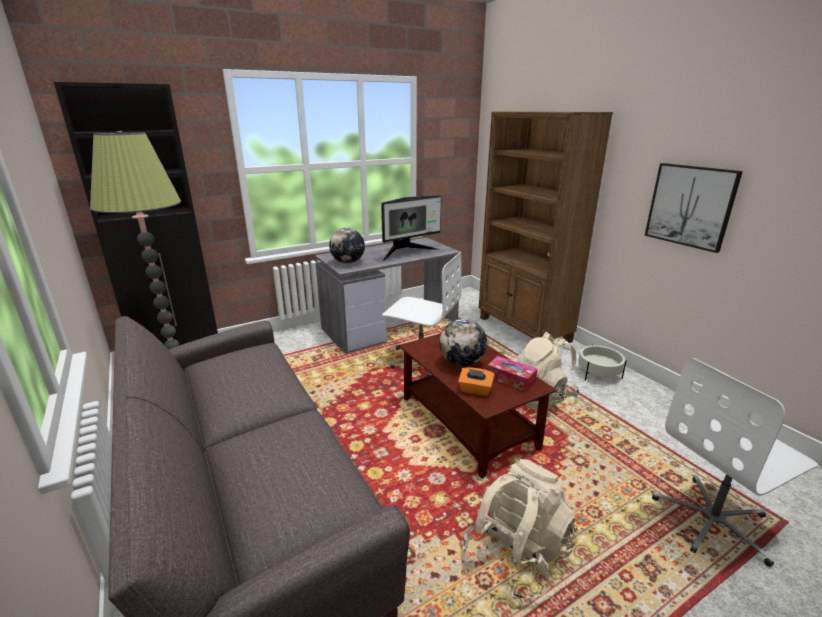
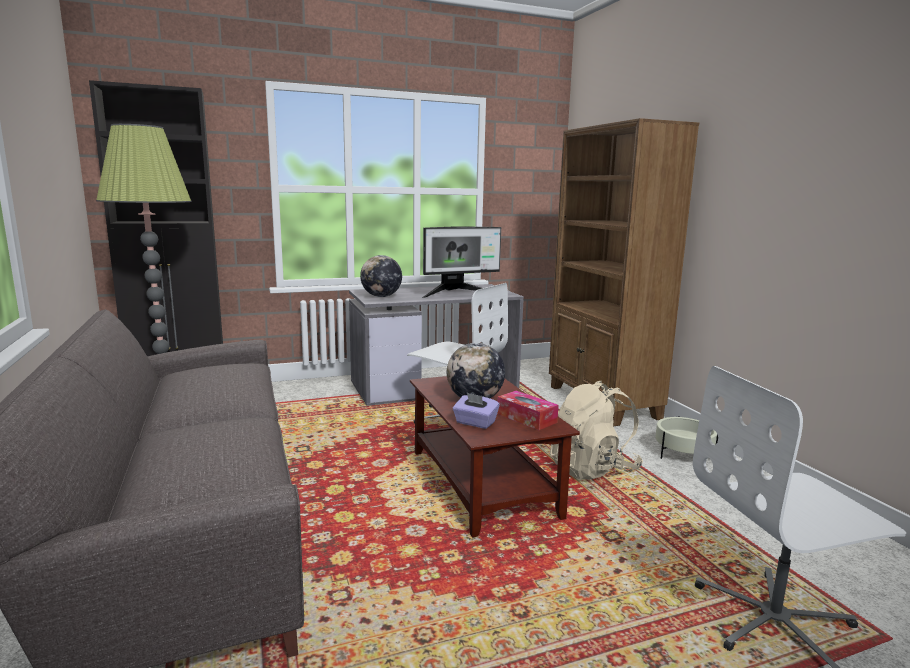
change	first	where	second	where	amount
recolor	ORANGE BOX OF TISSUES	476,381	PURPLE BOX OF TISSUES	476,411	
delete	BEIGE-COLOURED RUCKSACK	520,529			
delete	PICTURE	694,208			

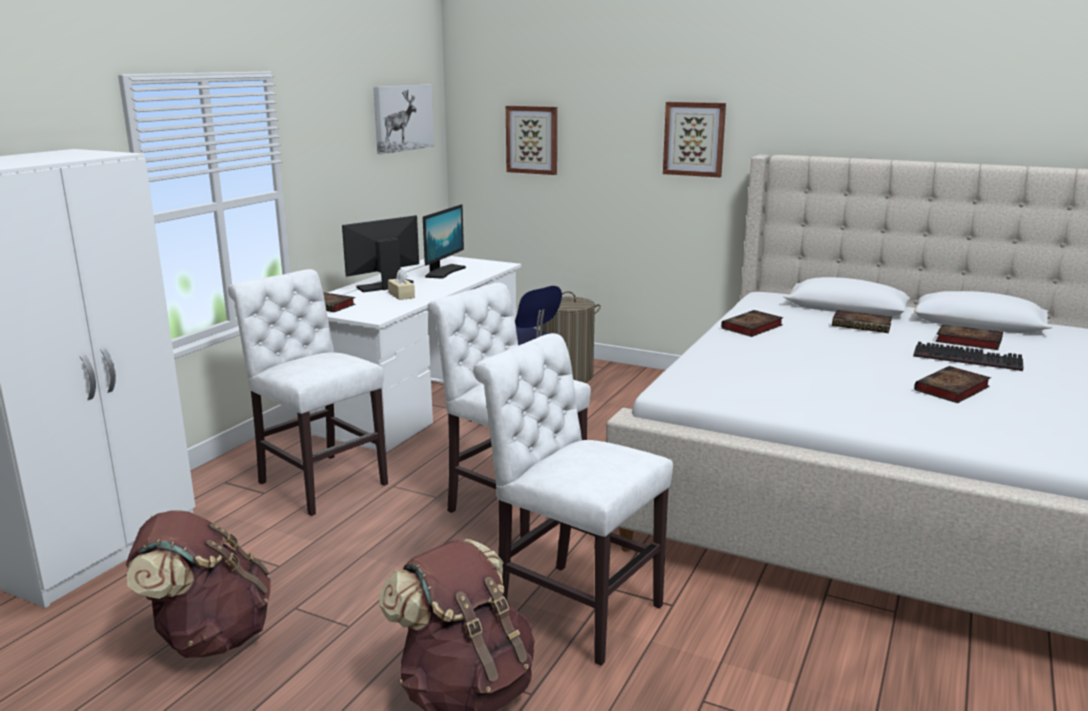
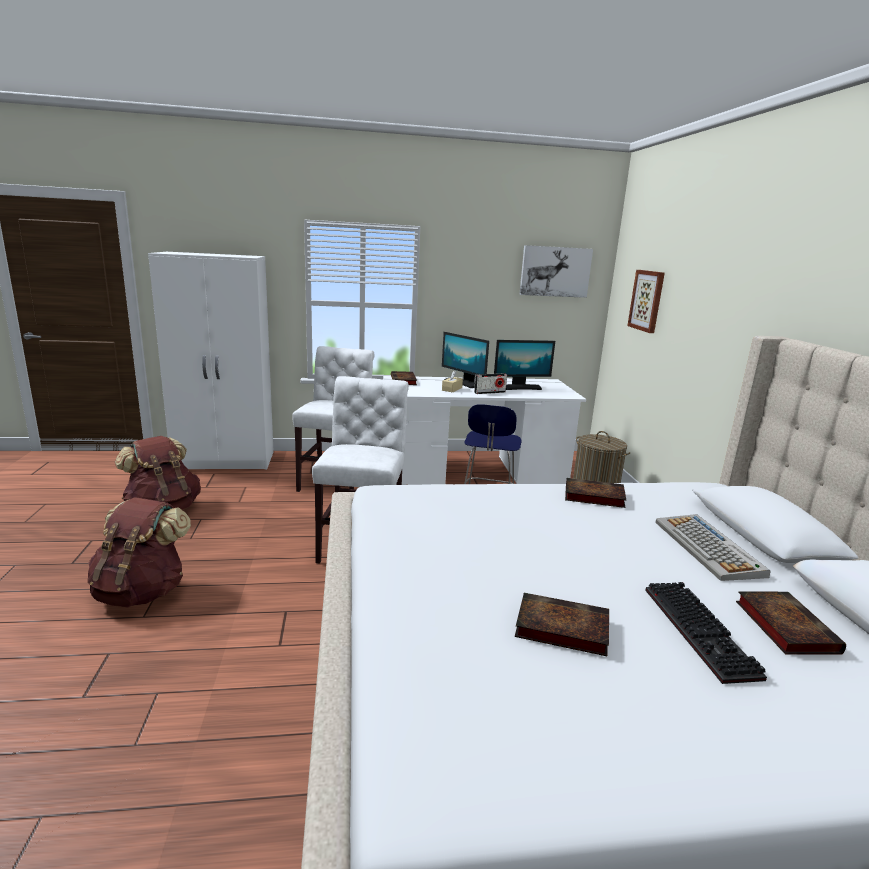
change	first	where	second	where	amount
rotate	MONITOR	380,253		465,360	150 degrees counterclockwise
insert			RADIO RECEIVER	490,383	
replace	BOUND BOOK	862,321	COMPUTER KEYBOARD	713,547	
delete	WHITE UPRIGHT CHAIR	573,499			
delete	PICTURE	694,139			

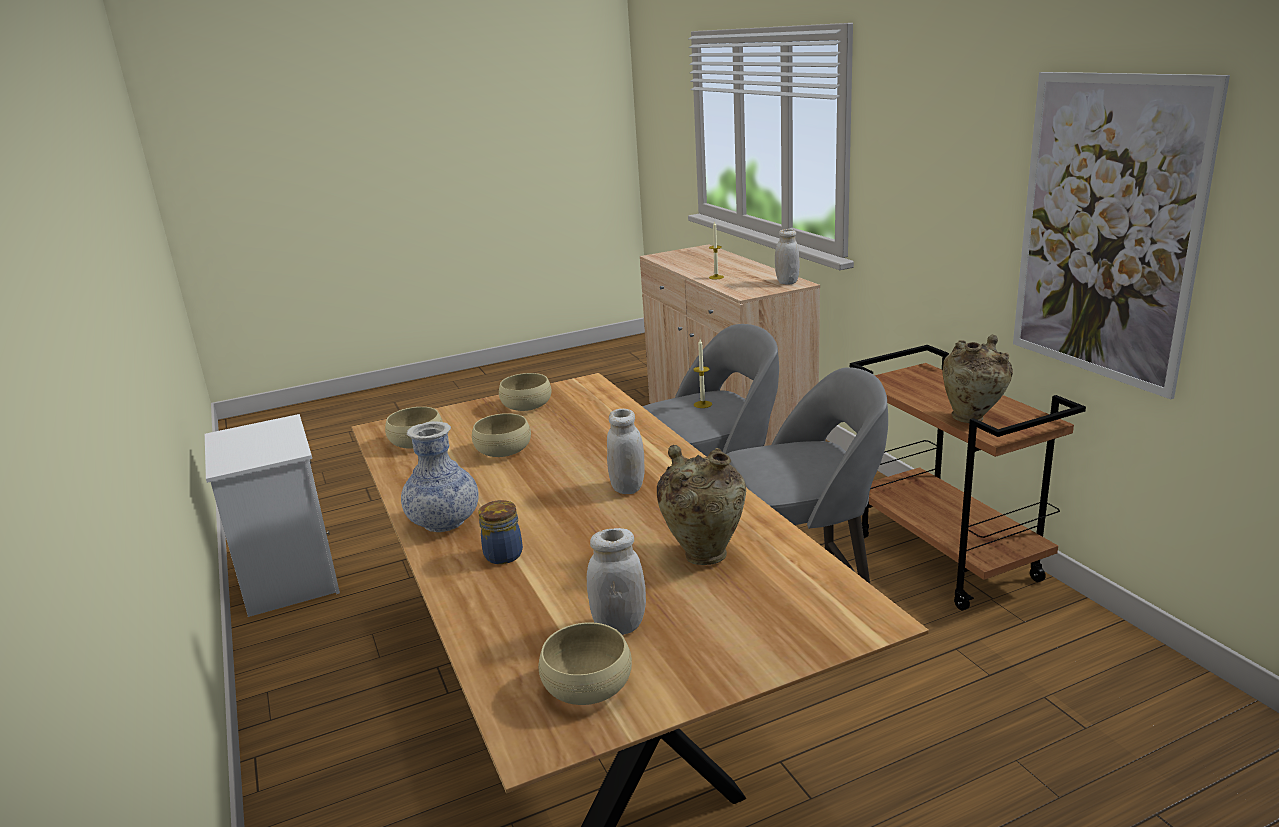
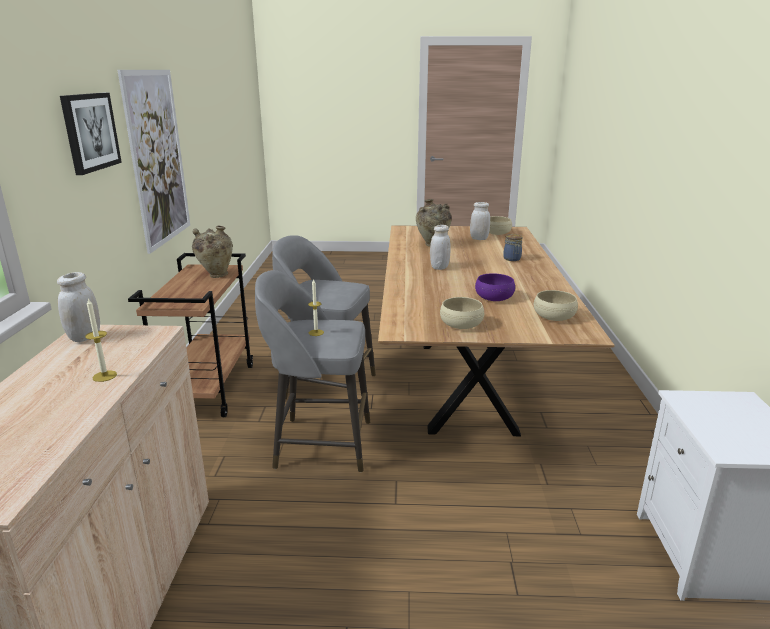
change	first	where	second	where	amount
insert			PICTURE	91,134	
recolor	BEIGE-COLOURED DEEP DISH	501,435	PURPLE DEEP DISH	495,287	
delete	DECORATIVE VASE	440,476			

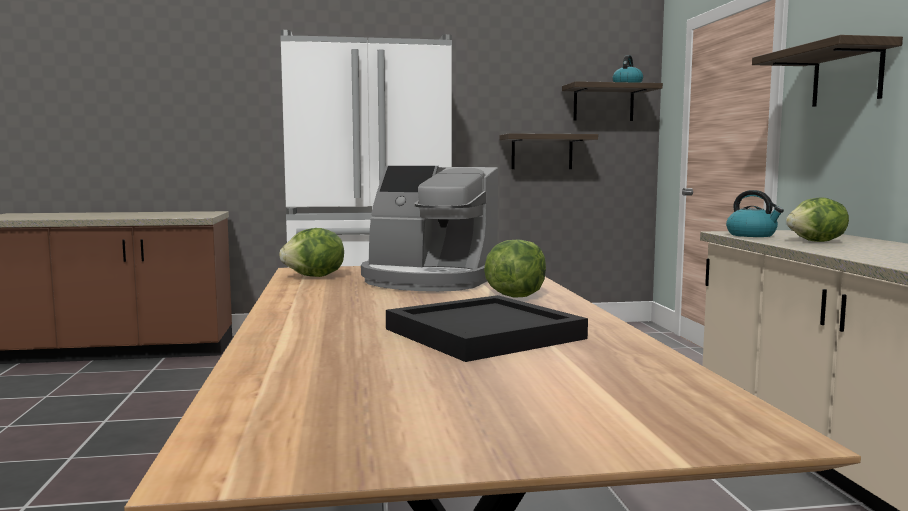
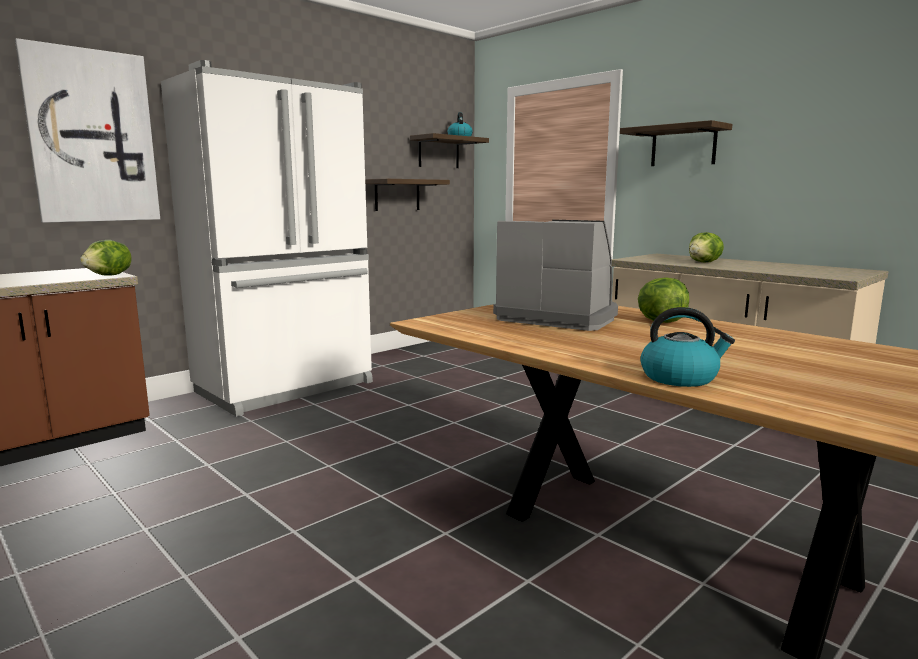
change	first	where	second	where	amount
insert			PICTURE	87,130	
move	LETTUCE HEAD	311,252		105,258	
rotate	COFFEE MACHINE	429,229		555,275	135 degrees counterclockwise
move	TEA KETTLE	755,213		688,347	
delete	BLACK SERVING TRAY	487,328			

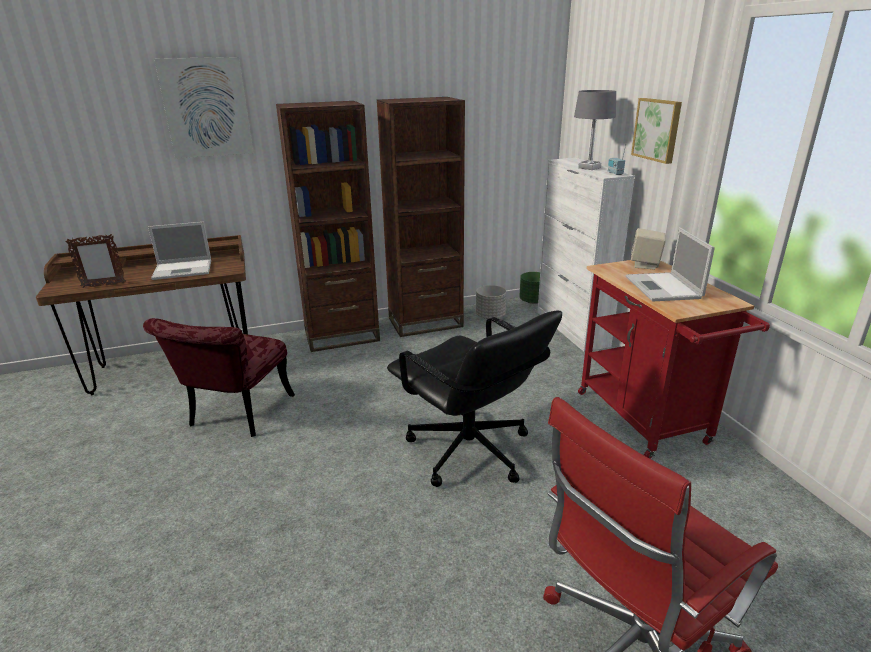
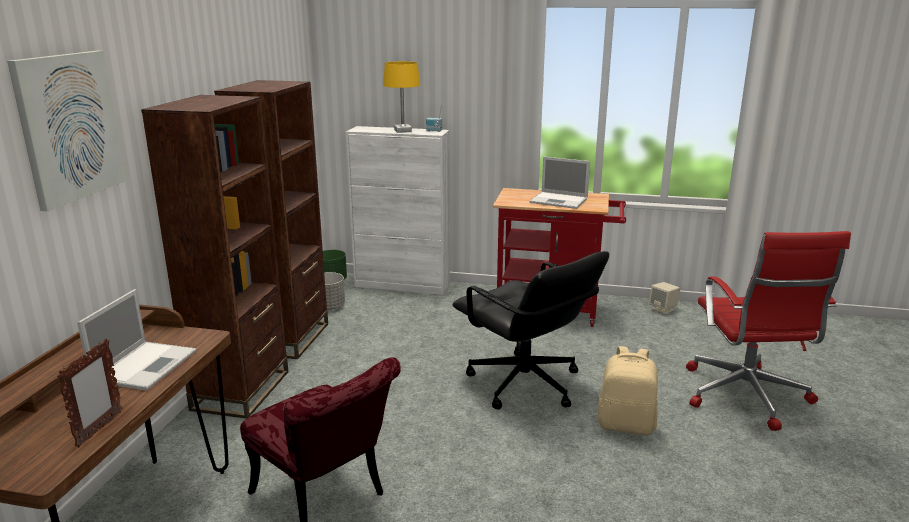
change	first	where	second	where	amount
recolor	GREYISH TABLE LAMP	595,130	YELLOWISH TABLE LAMP	401,97	
rotate	BLACK DESK CHAIR	474,398		531,330	60 degrees clockwise
insert			BEIGE-COLOURED RUCKSACK	627,391	
move	BEIGE-COLOURED SPEAKER	648,248		664,298	
delete	PICTURE	656,131			

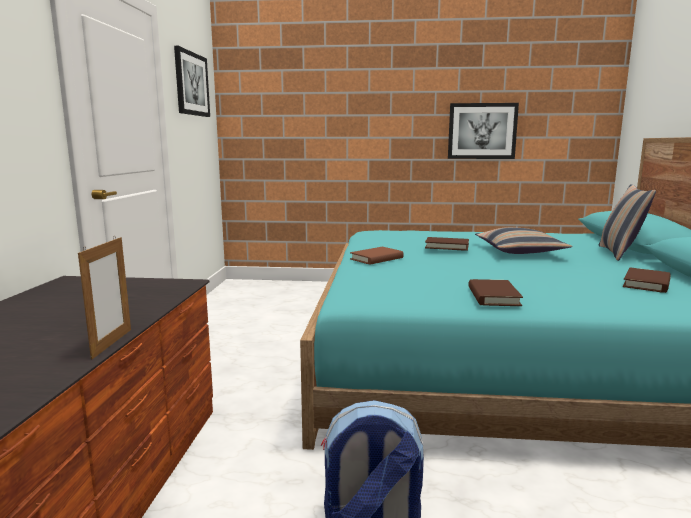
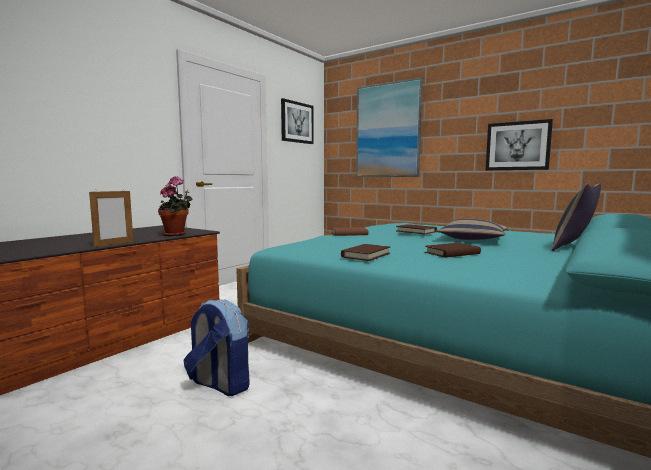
change	first	where	second	where	amount
insert			PLANT IN A POT	175,206	
insert			PICTURE	389,127	
move	BROWN BOUND BOOK	647,280		453,250	

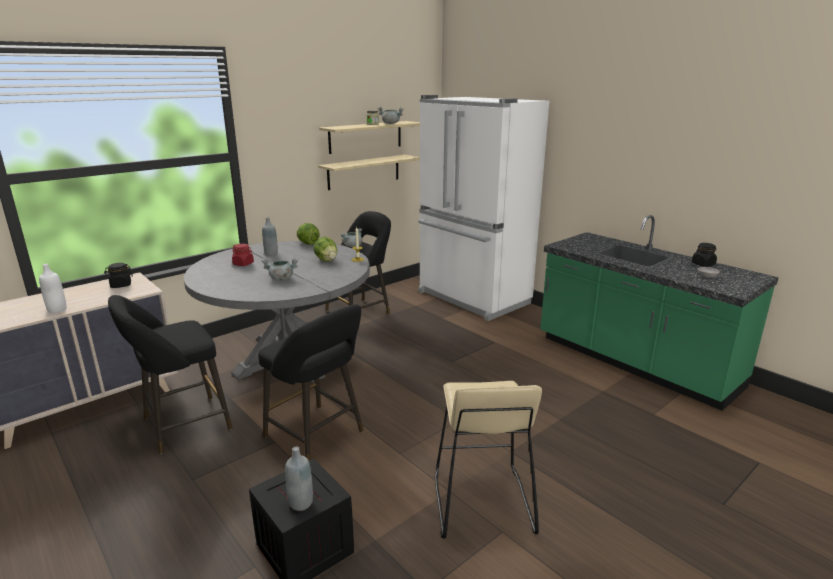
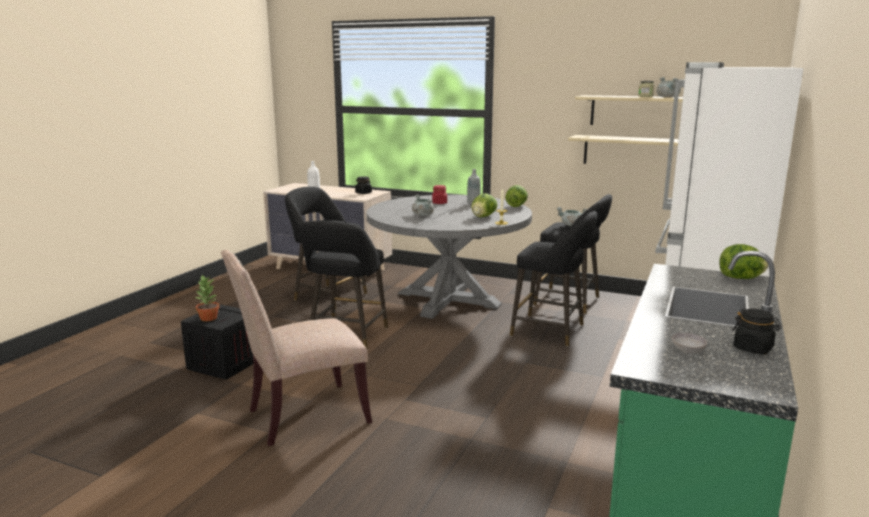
change	first	where	second	where	amount
replace	GREYISH BOTTLE	299,479	PLANT IN A POT	207,298	
replace	BEIGE-COLOURED STOOL SEAT	488,460	BEIGE-COLOURED UPRIGHT CHAIR	296,348	
insert			BLACK STOOL SEAT	554,279	
insert			LETTUCE HEAD	743,261	

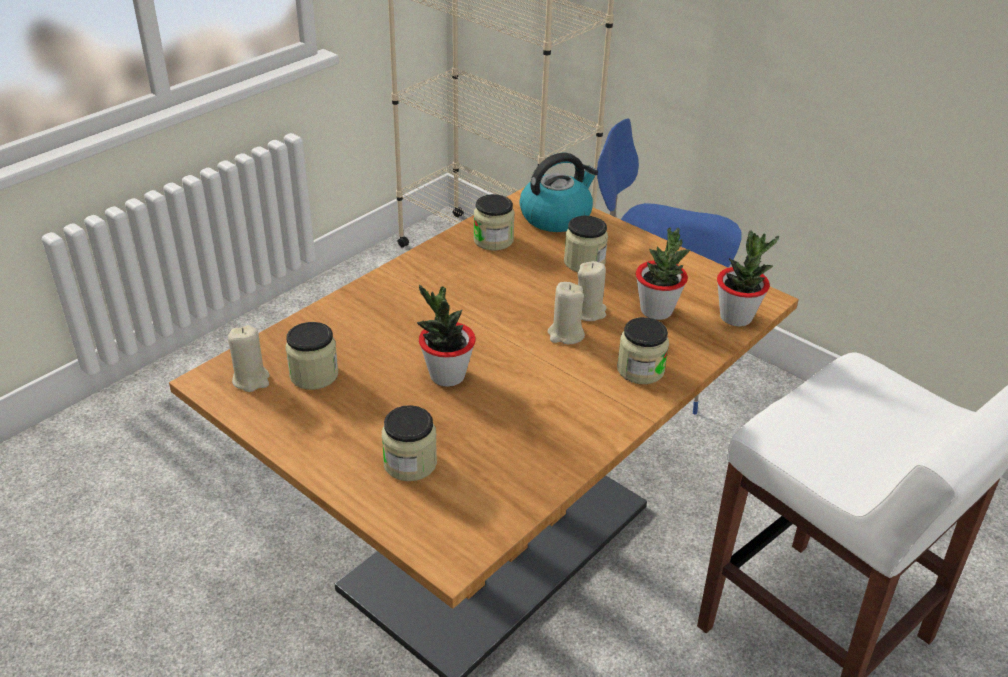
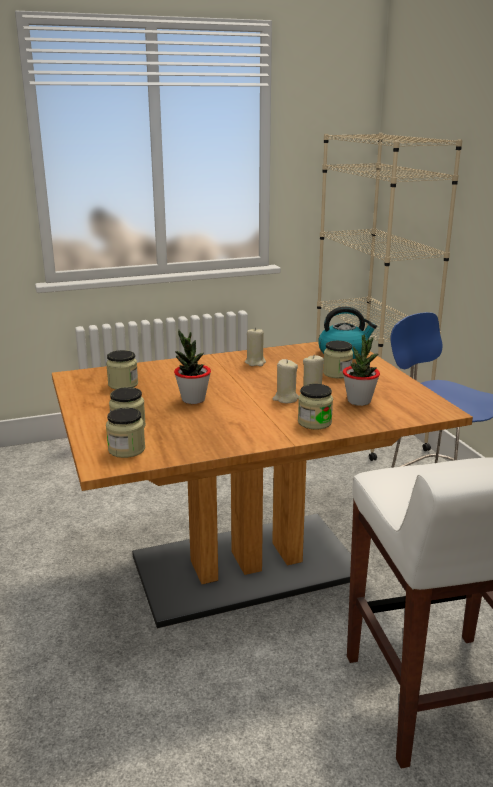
change	first	where	second	where	amount
move	JAR	494,222		125,433	
move	BEIGE-COLOURED CANDLE	249,358		255,346	
delete	PLANT IN A POT	748,278			

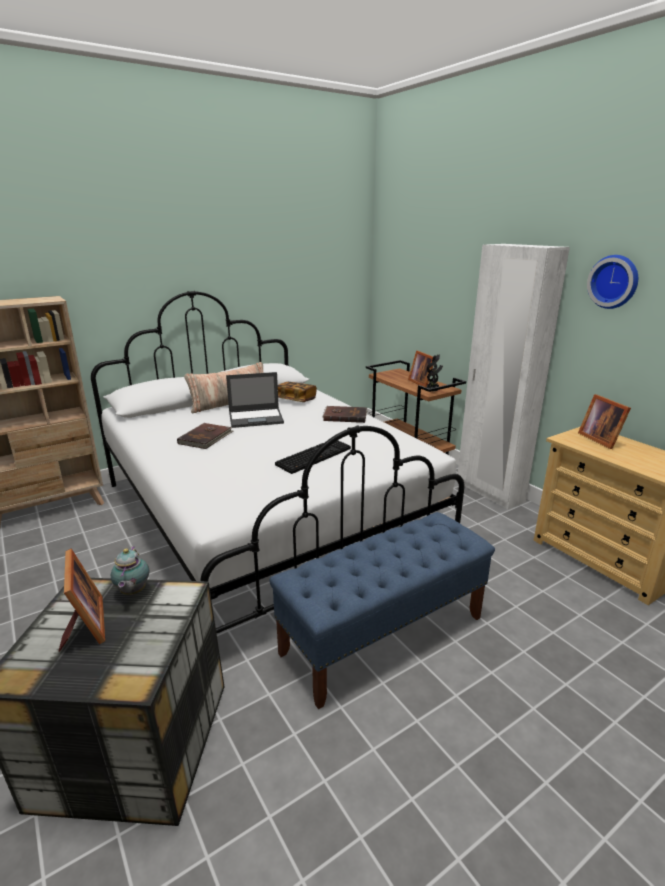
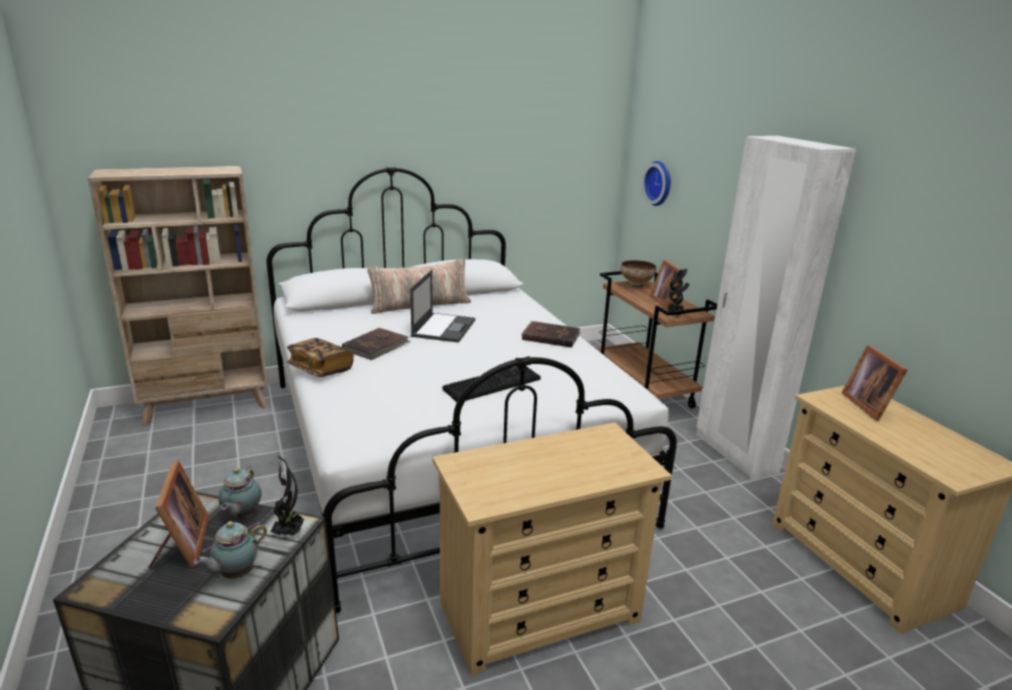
change	first	where	second	where	amount
insert			TEAPOT	230,550	
insert			PLANT IN A POT	287,496	
move	BOUND BOOK	297,392		320,357	
rotate	LAPTOP	255,400		442,306	75 degrees counterclockwise
replace	BLUE BENCH	382,610	BEIGE-COLOURED CHEST OF DRAWERS	552,549	
insert			DEEP DISH	638,274	
move	WALL CLOCK	612,282		656,183	

